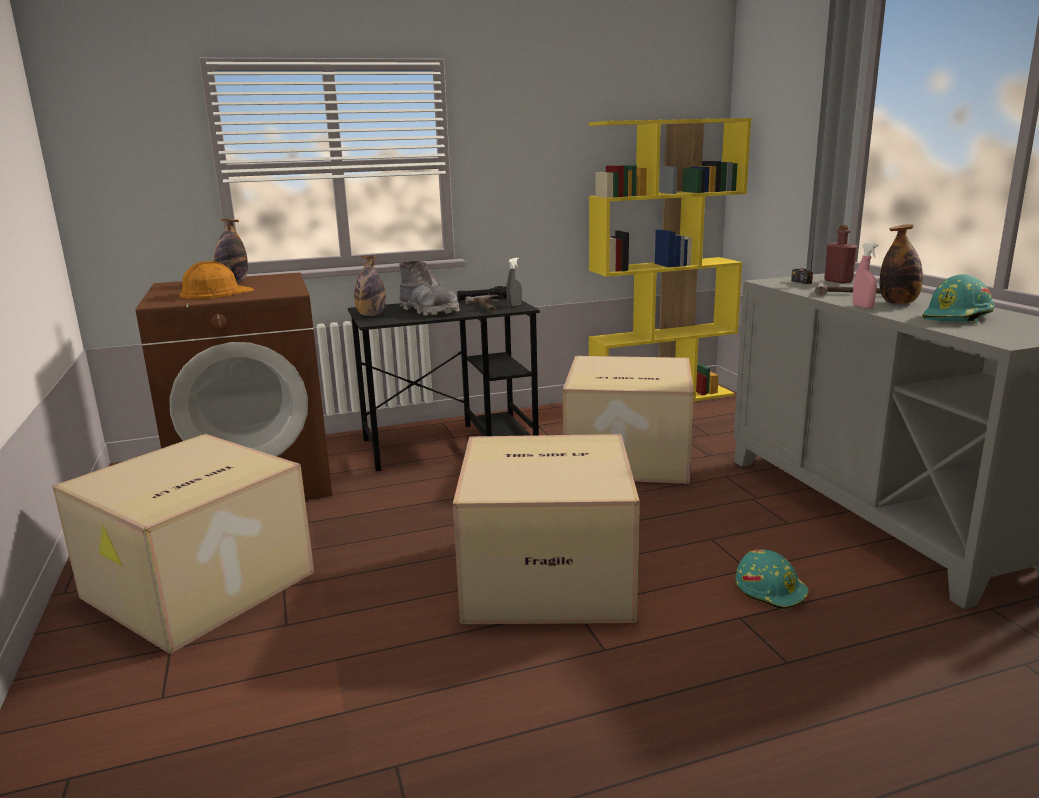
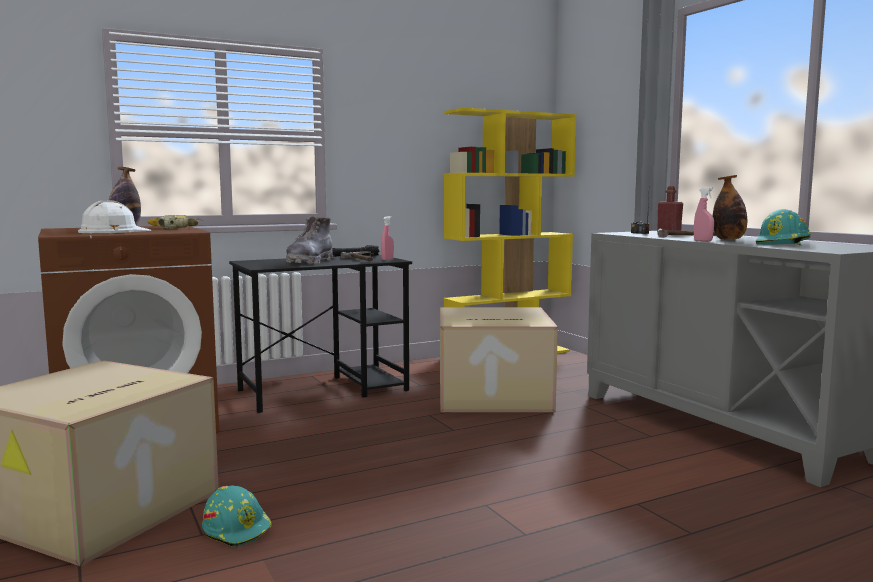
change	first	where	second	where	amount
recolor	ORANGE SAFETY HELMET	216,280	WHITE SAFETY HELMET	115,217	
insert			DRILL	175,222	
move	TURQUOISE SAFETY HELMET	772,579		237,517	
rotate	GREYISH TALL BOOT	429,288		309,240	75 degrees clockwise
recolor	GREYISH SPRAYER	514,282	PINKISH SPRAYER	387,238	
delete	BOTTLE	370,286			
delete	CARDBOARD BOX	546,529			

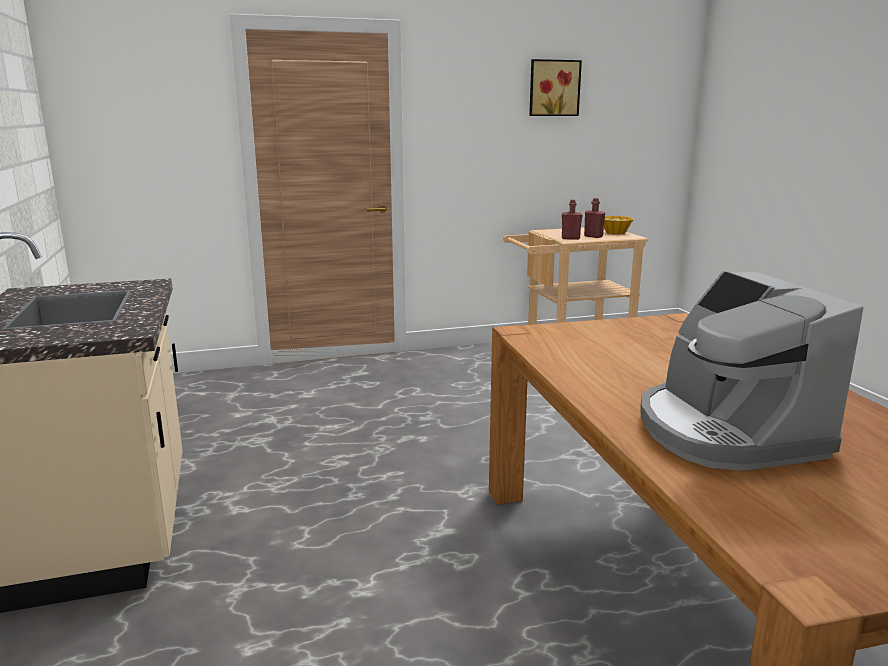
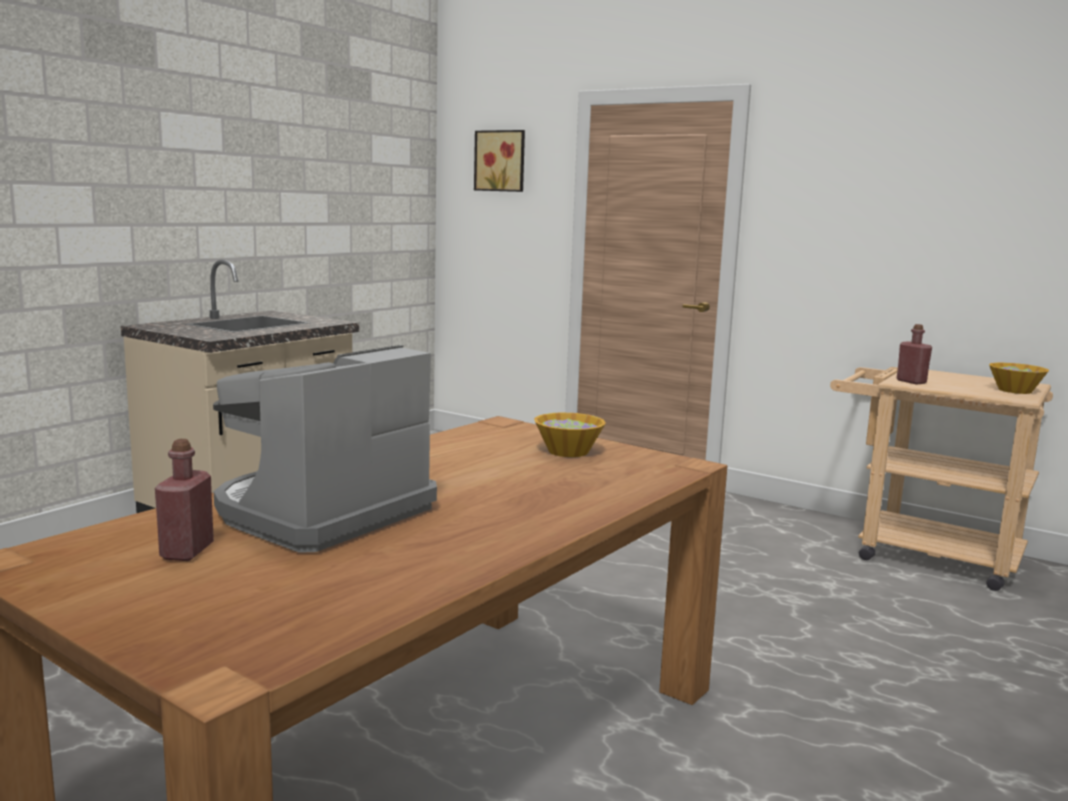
change	first	where	second	where	amount
move	RED-COLOURED BOTTLE	594,218		184,500	
move	PICTURE	555,87		499,161	
insert			DEEP DISH	570,435	

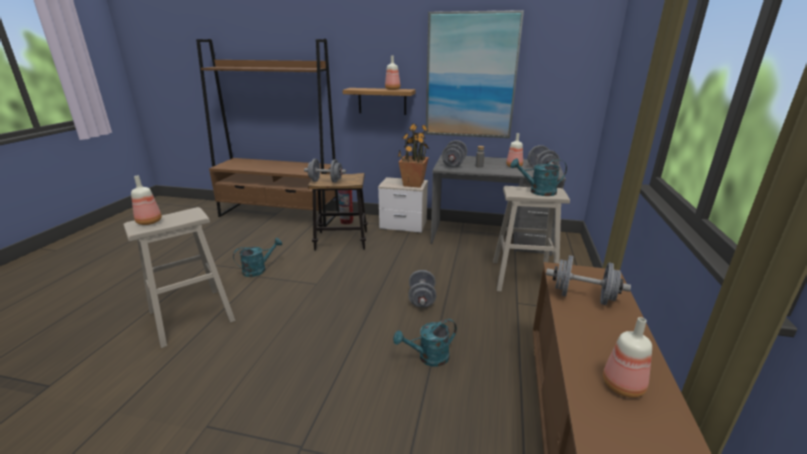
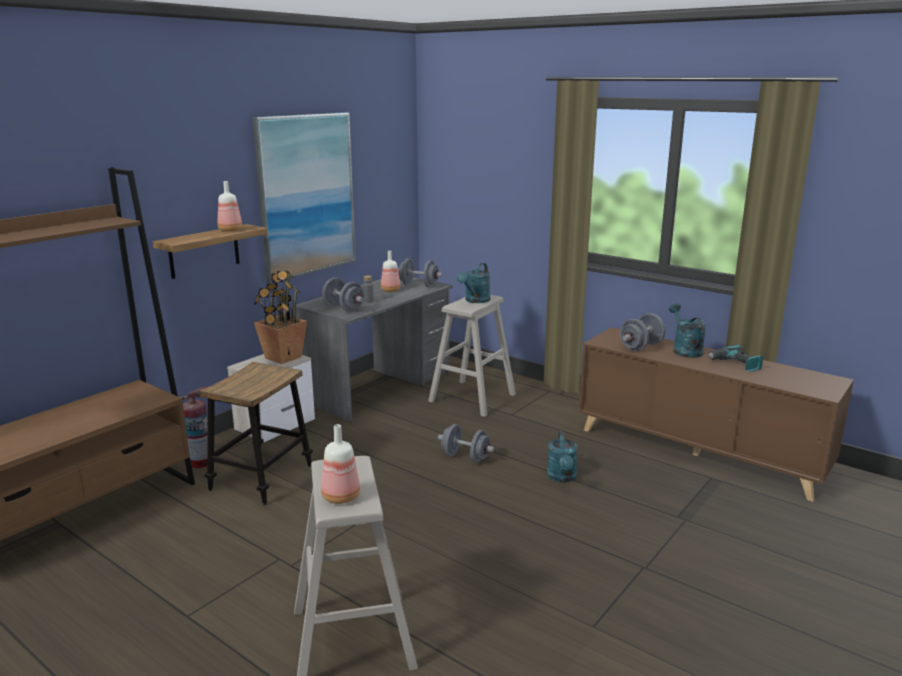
change	first	where	second	where	amount
move	TURQUOISE SPRINKLING CAN	257,257		687,330	
replace	BOTTLE	627,357	DRILL	735,358	
delete	GREYISH DUMBBELL	325,171			

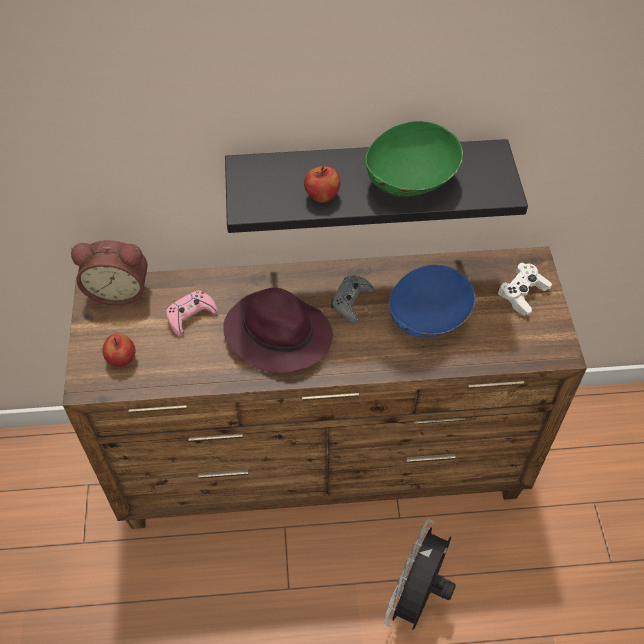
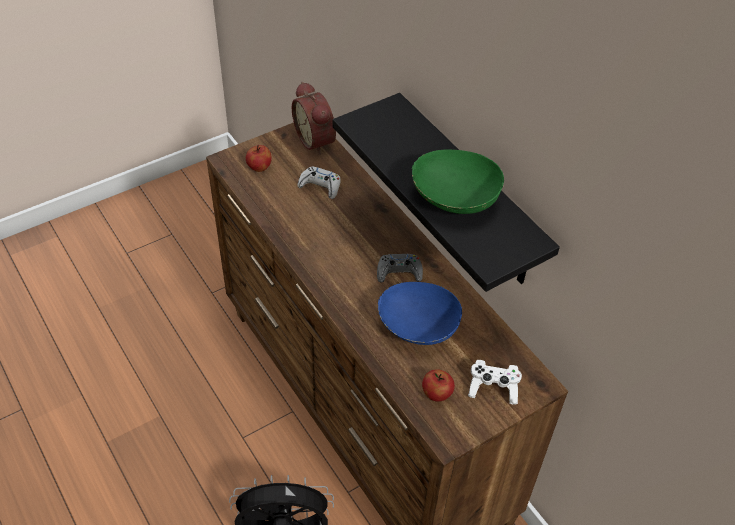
change	first	where	second	where	amount
recolor	PINKISH GAME CONTROLLER	192,313	WHITE GAME CONTROLLER	319,183	
move	APPLE	322,184		438,385	
delete	PURPLE CLOTHING HAT	278,330			

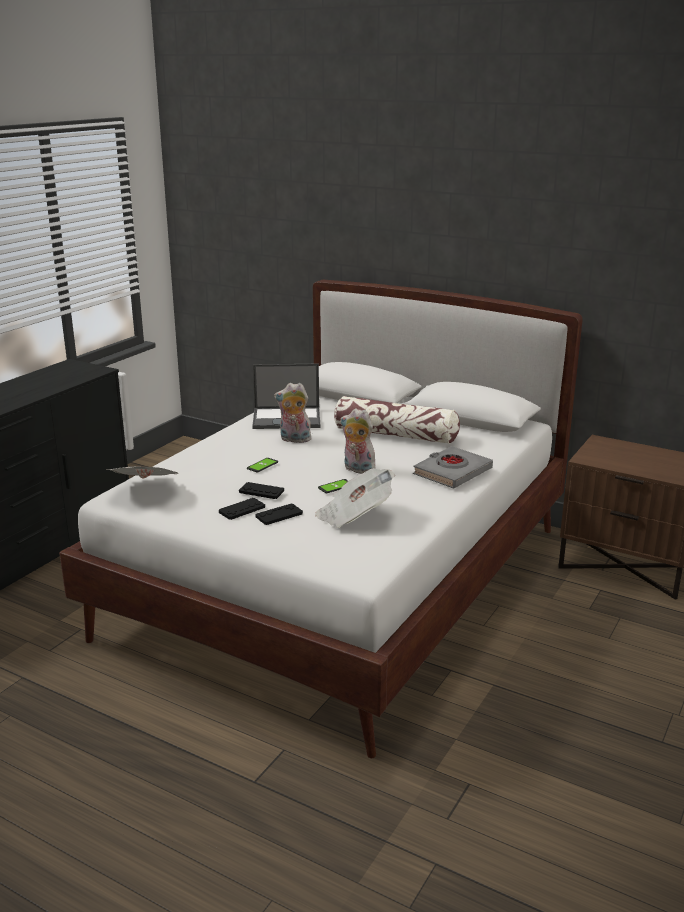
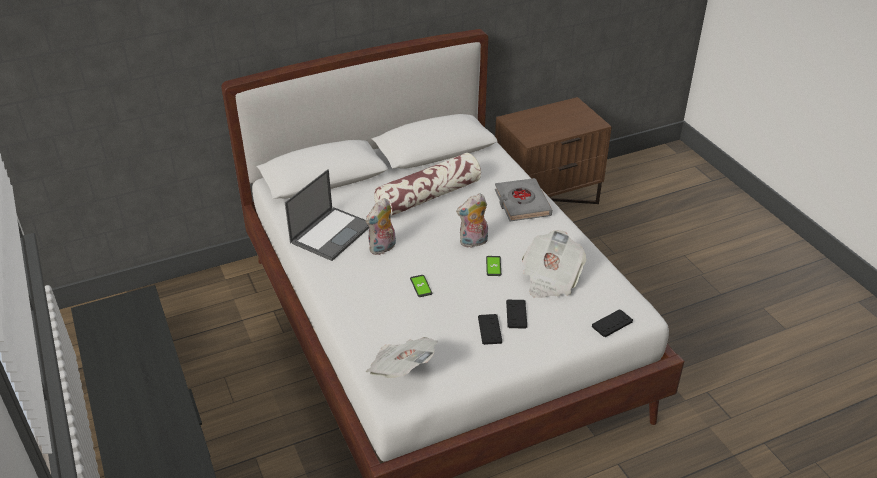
change	first	where	second	where	amount
move	BLACK GAME CONTROLLER	261,490		612,323	

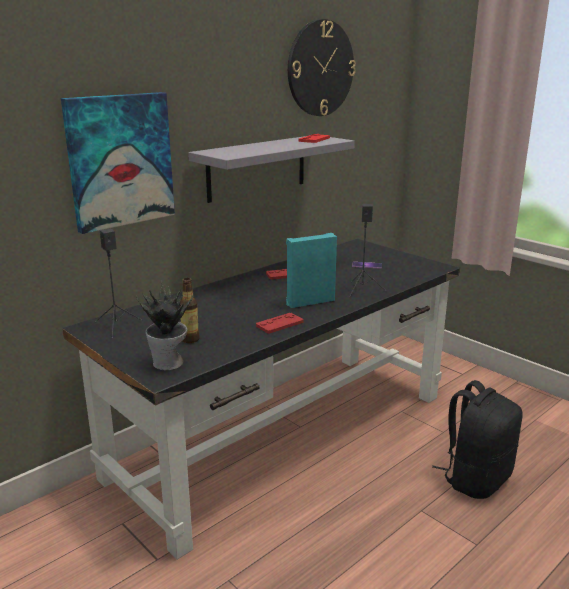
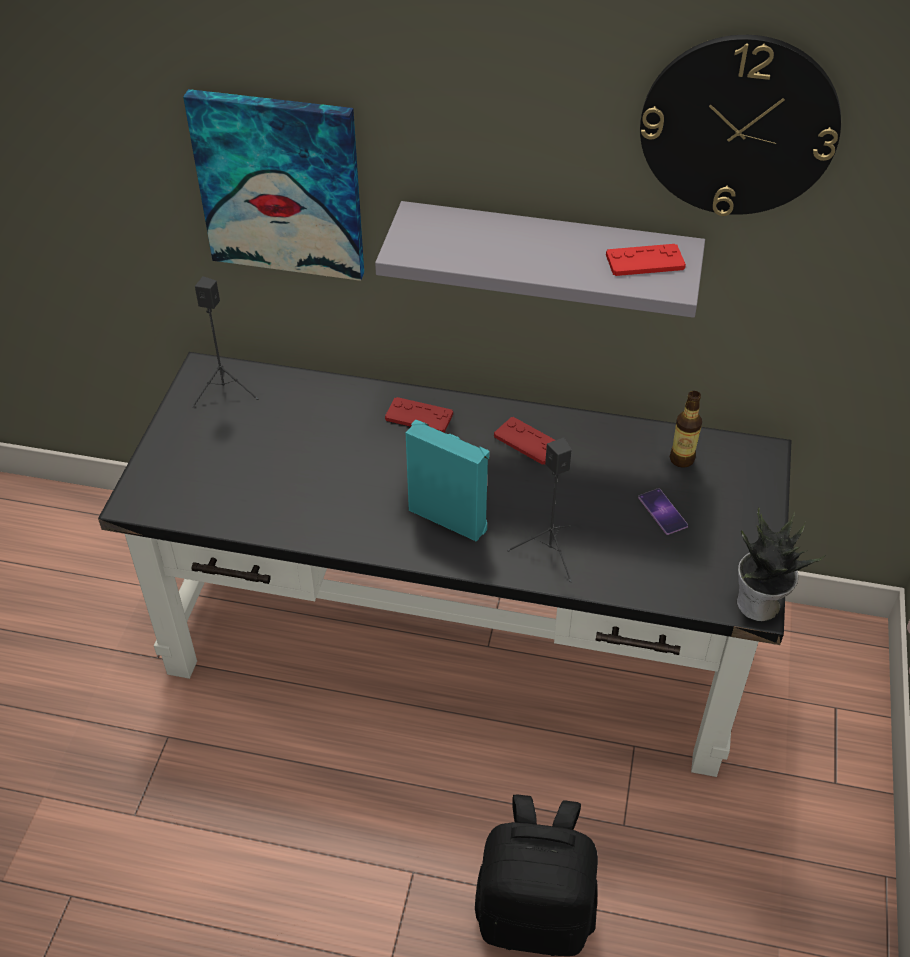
change	first	where	second	where	amount
move	RED-COLOURED GAME CONTROLLER	279,323		419,415	
move	BOTTLE	189,310		686,429	
move	PLANT IN A POT	165,325		781,564	

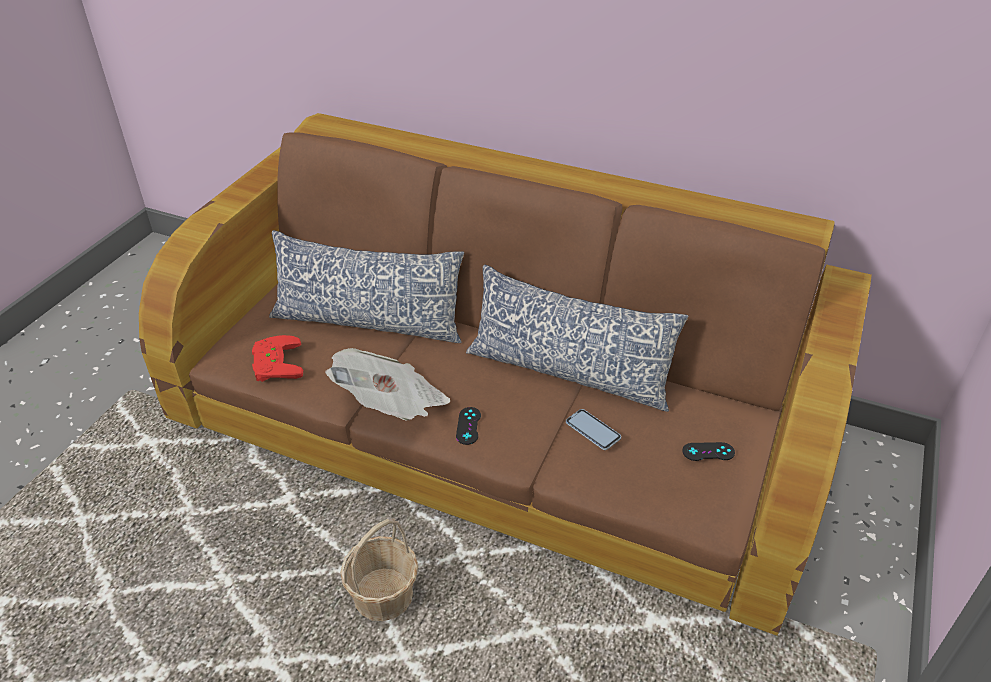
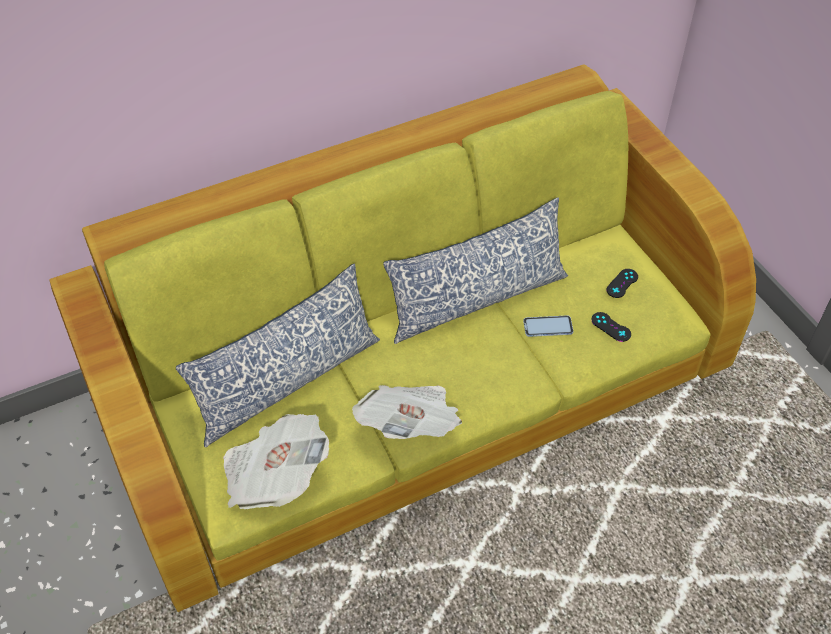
change	first	where	second	where	amount
recolor	BROWN SETTEE	505,374	GREENISH SETTEE	402,338	
replace	RED-COLOURED GAME CONTROLLER	277,358	DAILY PAPER	276,461	
move	BLACK GAME CONTROLLER	468,426		611,327	
delete	BASKET	379,569			

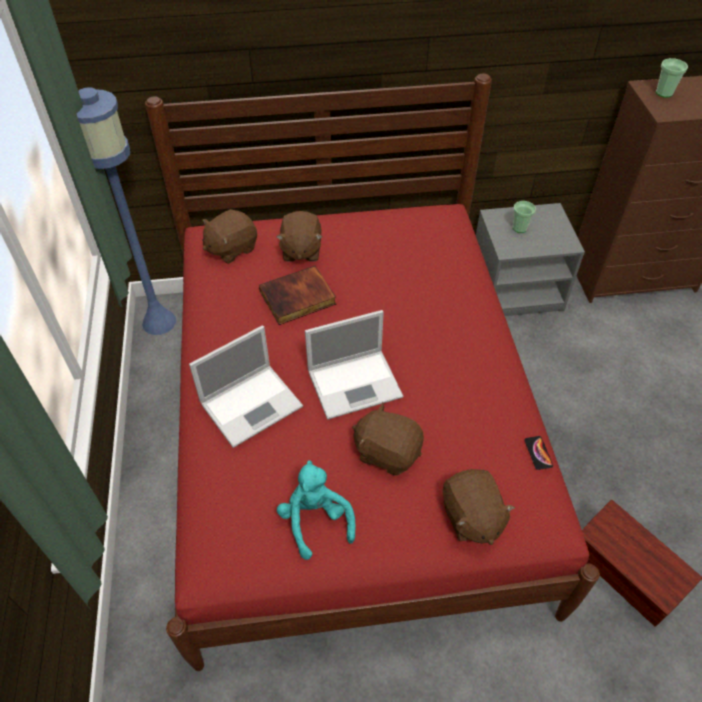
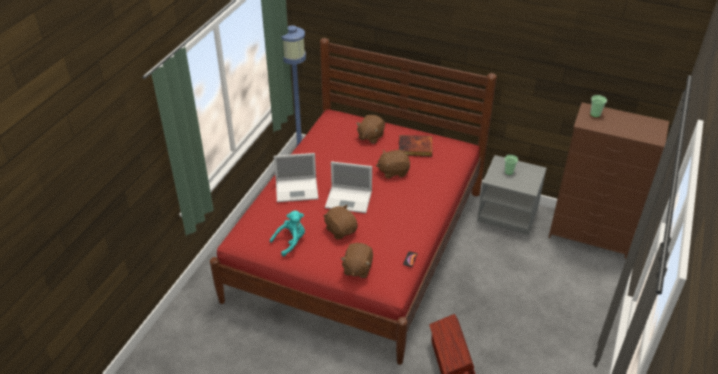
change	first	where	second	where	amount
rotate	TURQUOISE PLUSH TOY	316,510		287,234	45 degrees clockwise
move	BROWN PLUSH TOY	230,236		393,164	
move	BOUND BOOK	297,295		415,146	

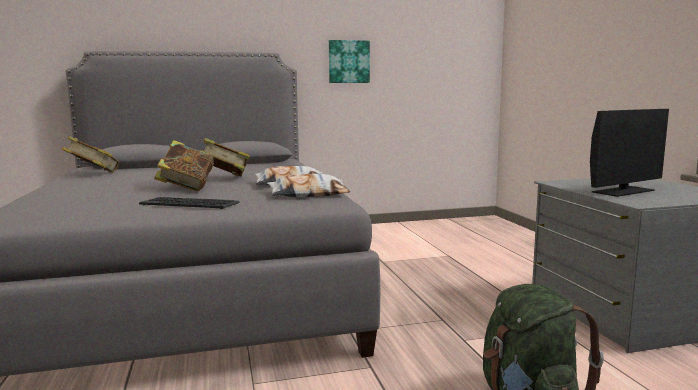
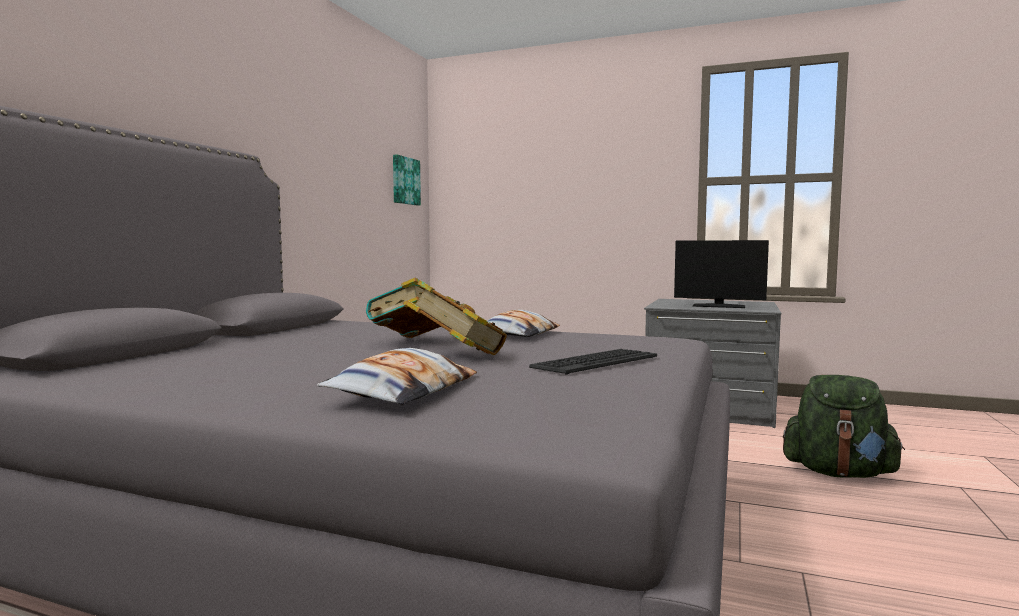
change	first	where	second	where	amount
move	THROW PILLOW	308,185		397,376	
move	PICTURE	349,61		407,180	
rotate	MONITOR	629,153		721,274	105 degrees clockwise
delete	BOUND BOOK	90,154			

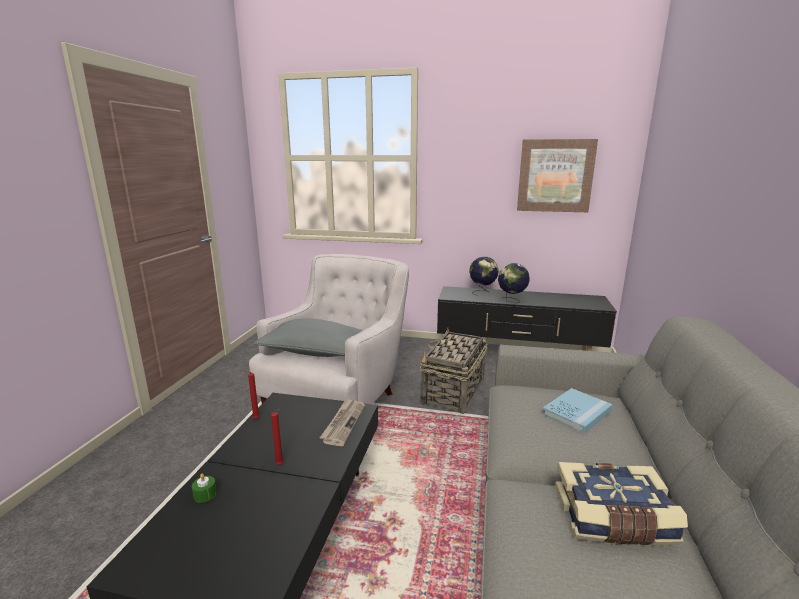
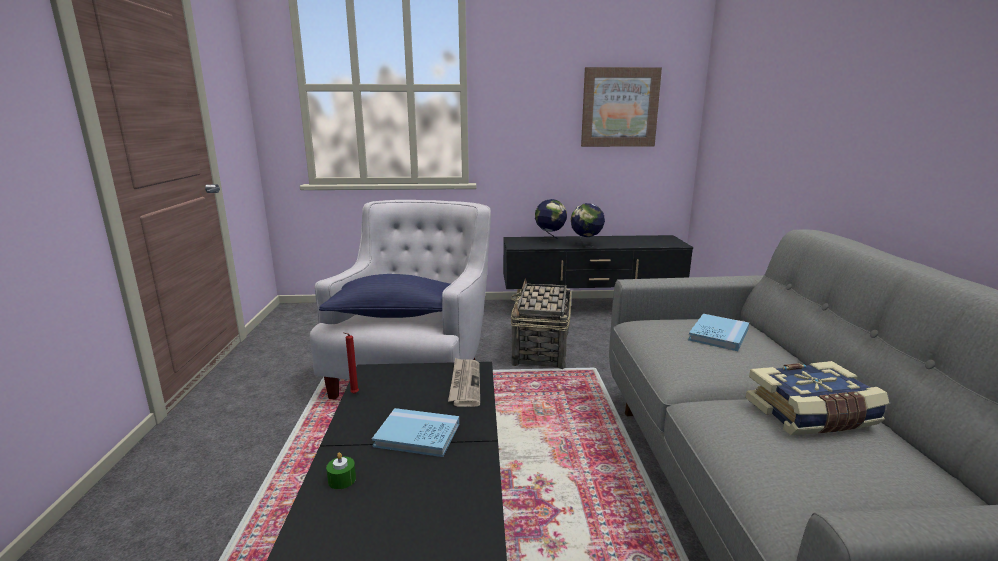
change	first	where	second	where	amount
recolor	GREYISH THROW PILLOW	308,338	BLUE THROW PILLOW	384,296	
replace	RED-COLOURED CANDLE	277,437	BLUE BOUND BOOK	415,432	

